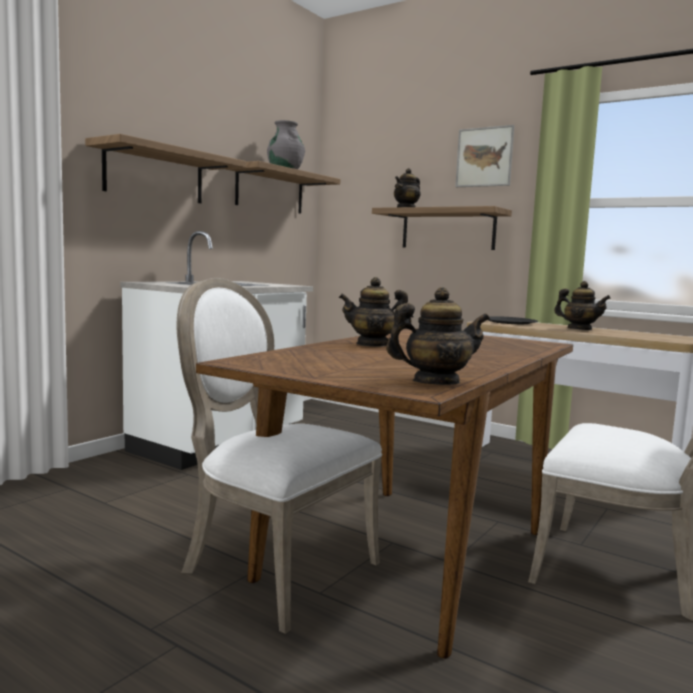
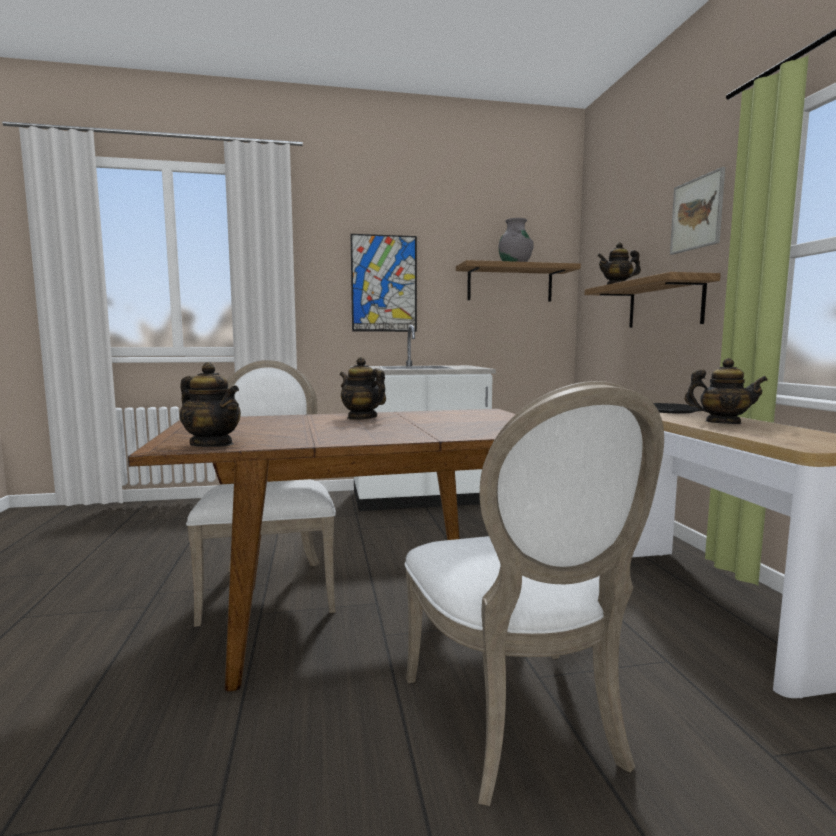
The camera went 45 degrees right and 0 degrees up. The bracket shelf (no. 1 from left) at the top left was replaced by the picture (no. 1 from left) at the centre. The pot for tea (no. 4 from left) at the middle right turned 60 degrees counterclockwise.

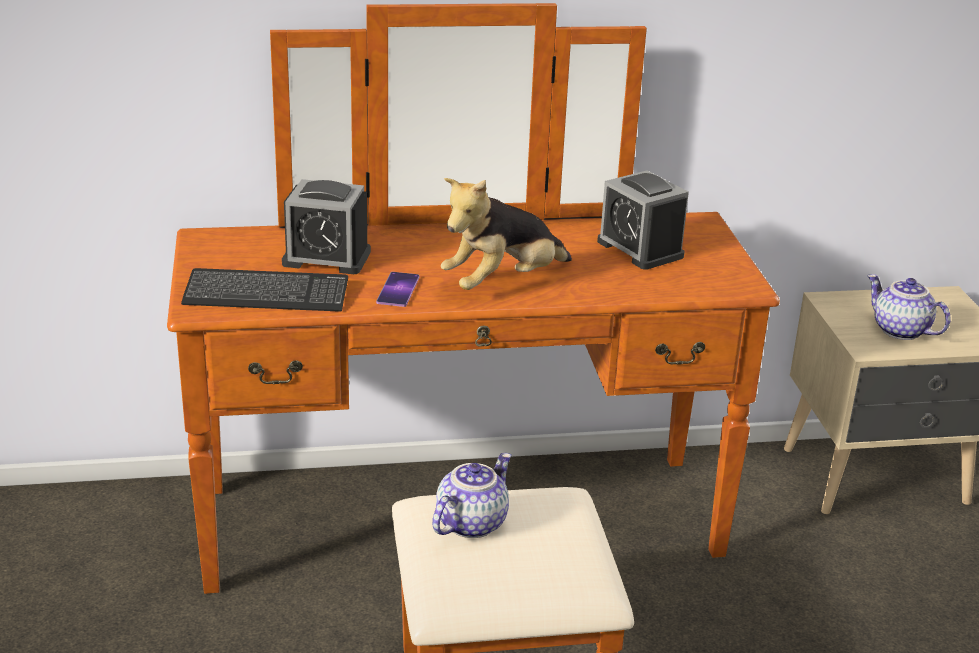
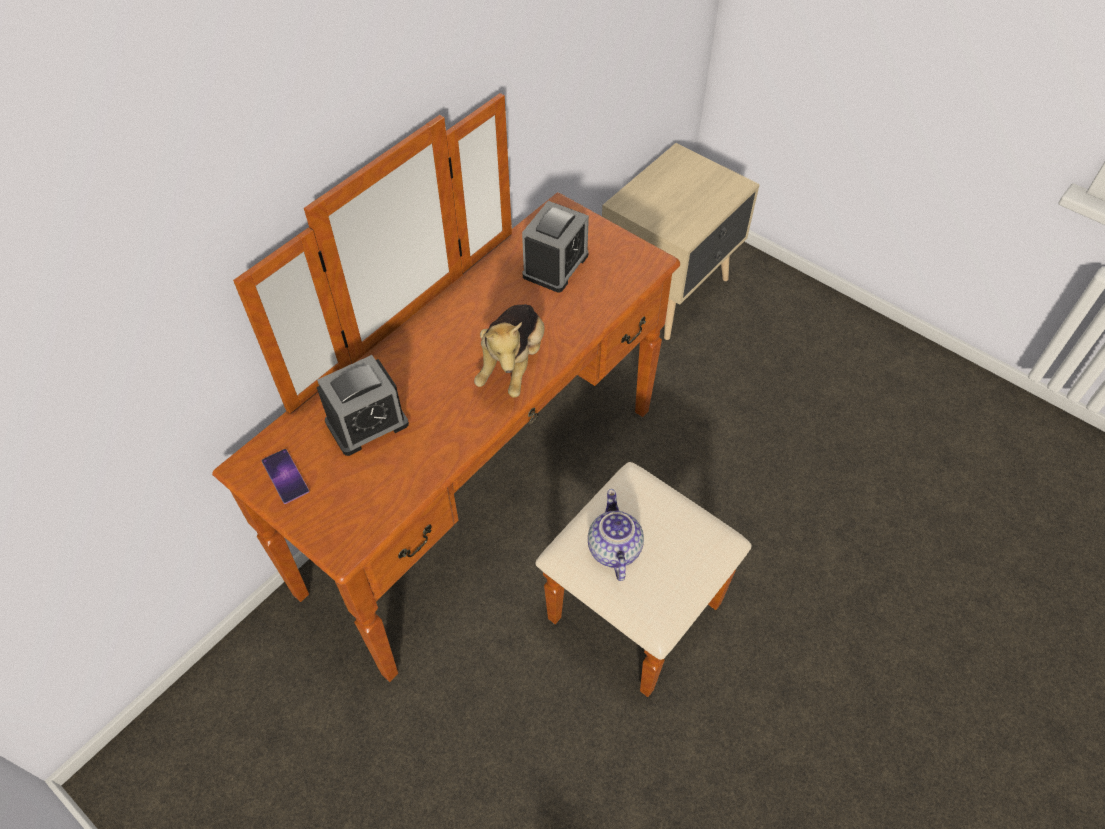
The camera went 40 degrees left and 25 degrees up. The bedside clock (no. 2 from left) at the centre turned 75 degrees counterclockwise. The keyboard at the middle left disappeared. The handset moved from the centre to the middle left. The pot for tea (no. 2 from left) at the middle right disappeared.

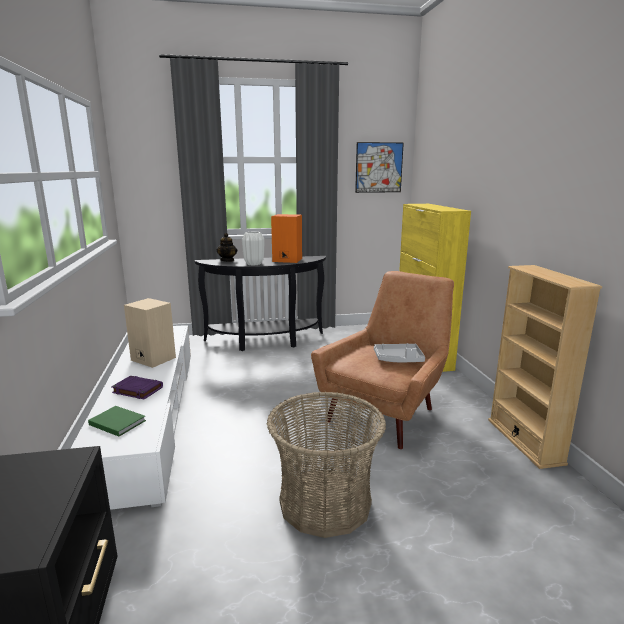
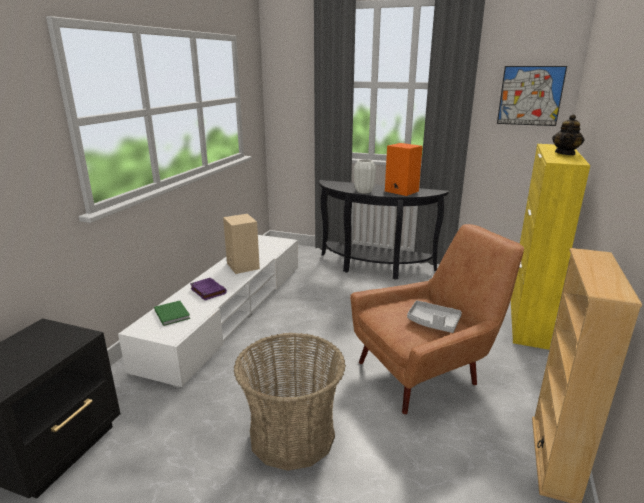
The camera went 30 degrees right and 5 degrees up. The pot for tea moved from the centre to the top right.

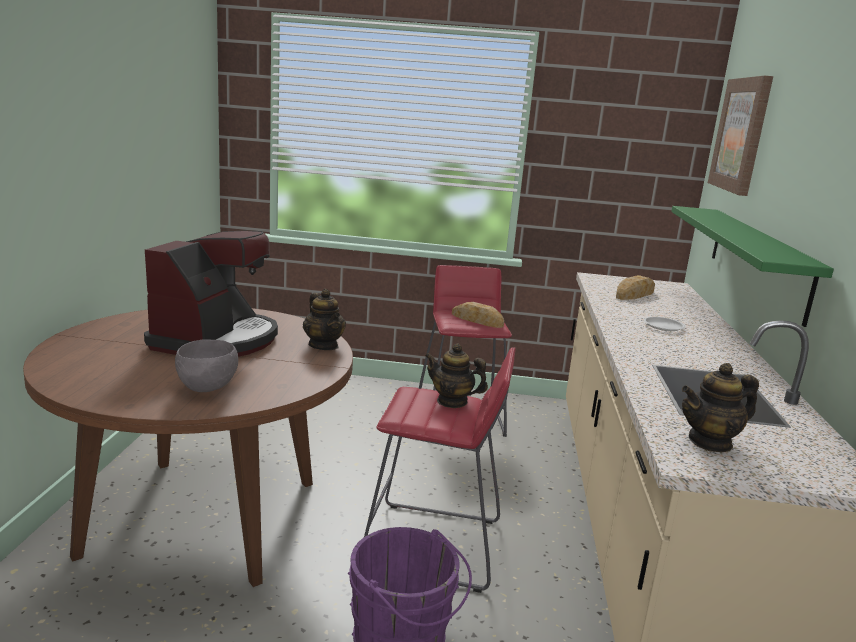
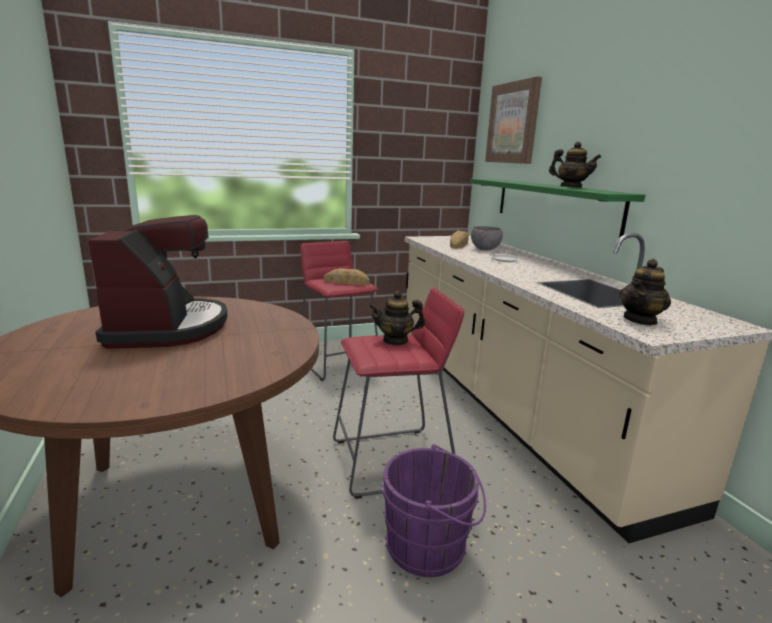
The camera went 25 degrees left and 0 degrees up. The pot for tea (no. 1 from left in the first image) moved from the centre to the top right. The greyish bowl moved from the middle left to the centre.

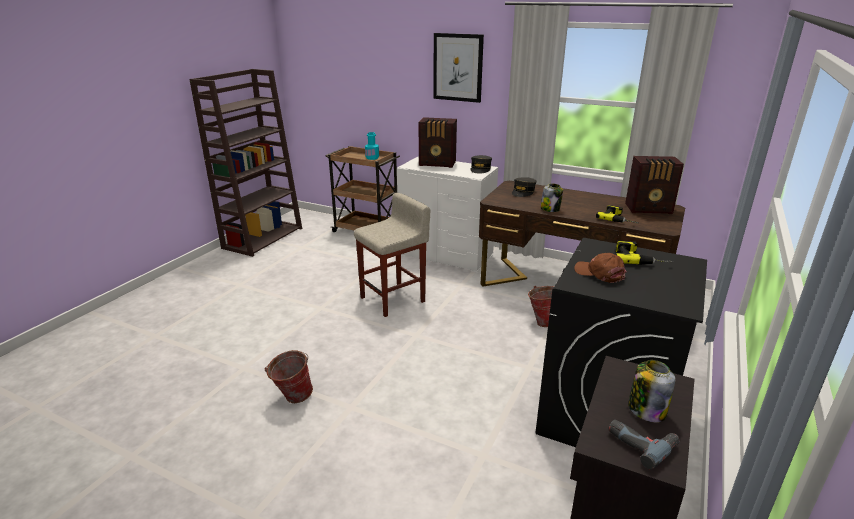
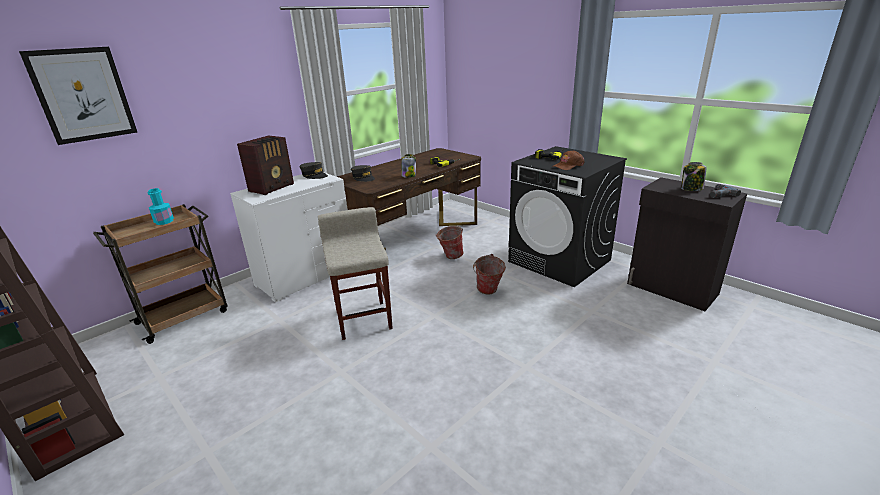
The camera went 70 degrees left and 0 degrees up. The picture moved from the top centre to the top left. The radio receiver (no. 2 from left) at the middle right disappeared. The water bucket (no. 1 from left in the first image) moved from the bottom centre to the centre.

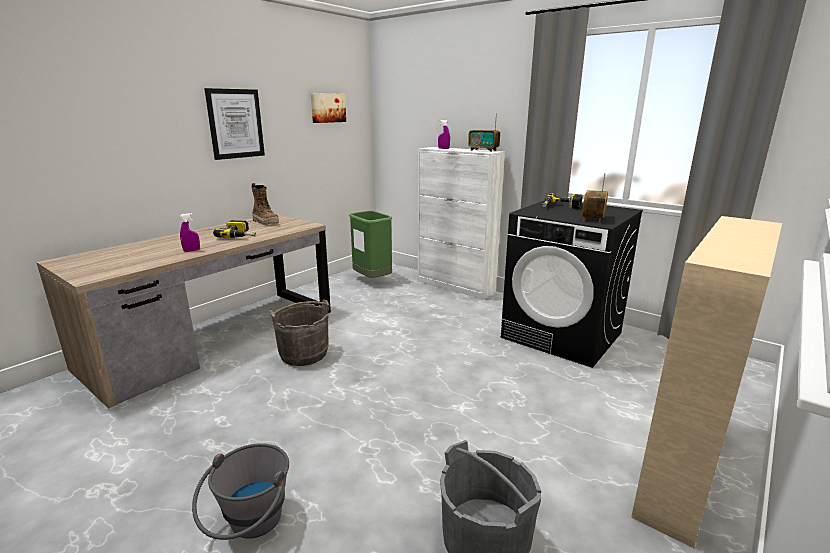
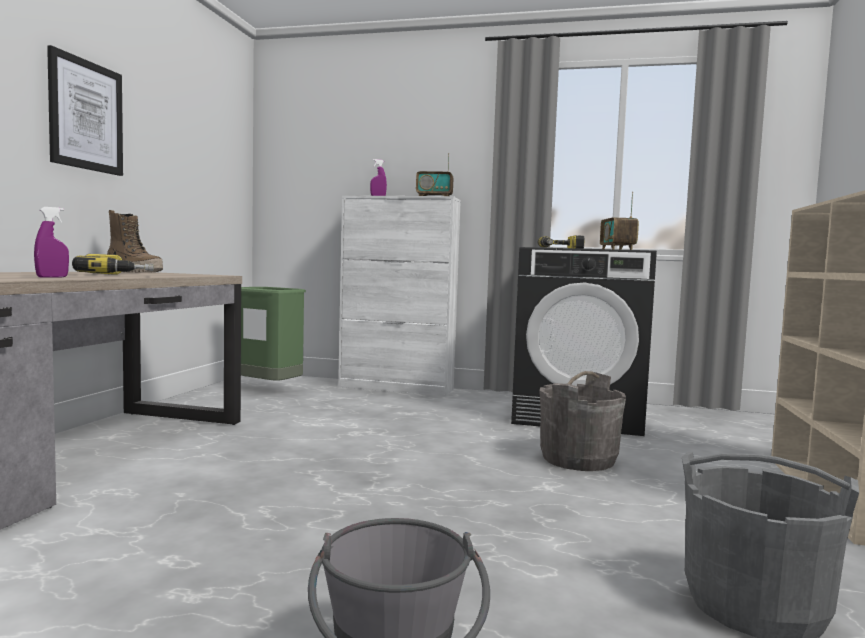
The camera went 25 degrees left and 15 degrees down. The picture (no. 2 from left) at the top centre disappeared. The greyish water bucket (no. 2 from left) moved from the centre to the middle right.

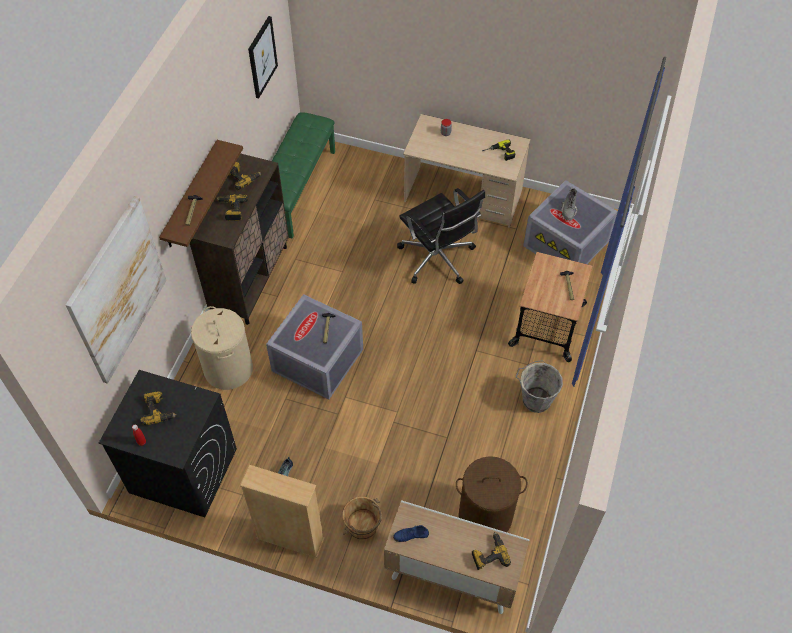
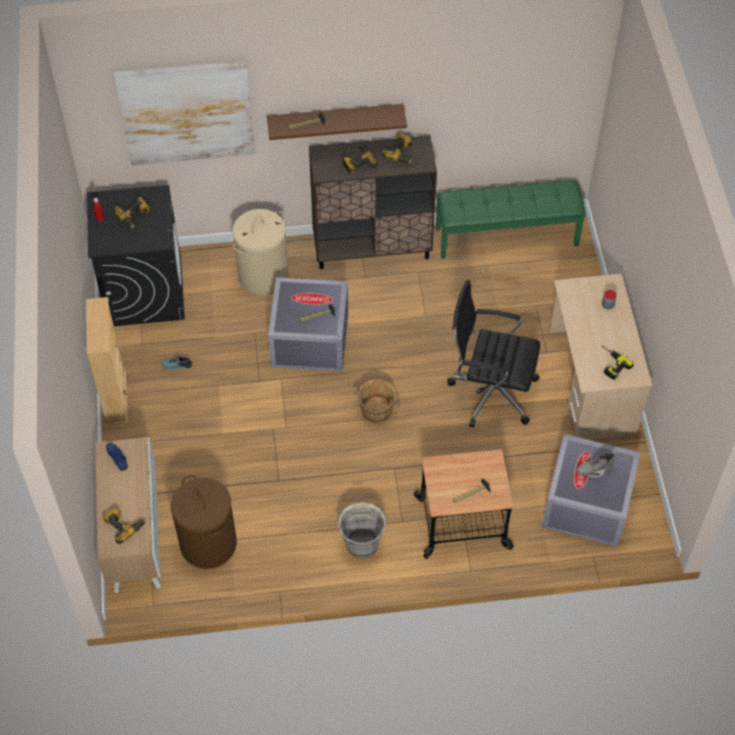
The camera went 65 degrees right and 0 degrees up. The picture (no. 2 from left) at the top left disappeared. The black desk chair at the centre turned 75 degrees clockwise. The brown-coloured water bucket moved from the bottom centre to the centre.

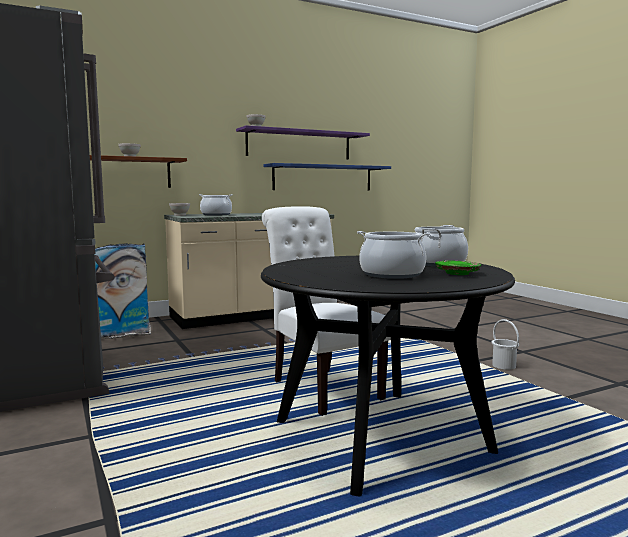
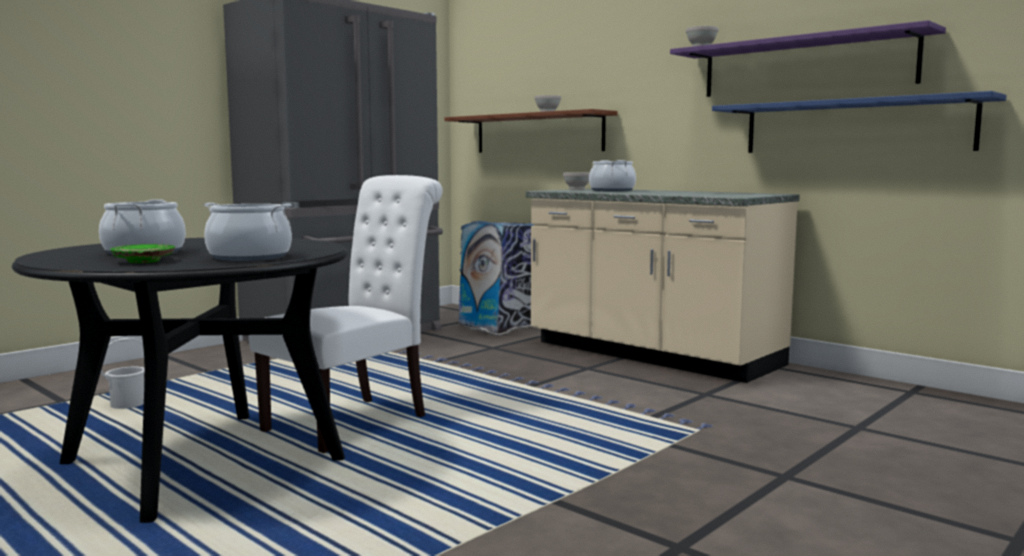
The camera went 70 degrees right and 0 degrees up. The white-coloured water bucket moved from the middle right to the bottom left.

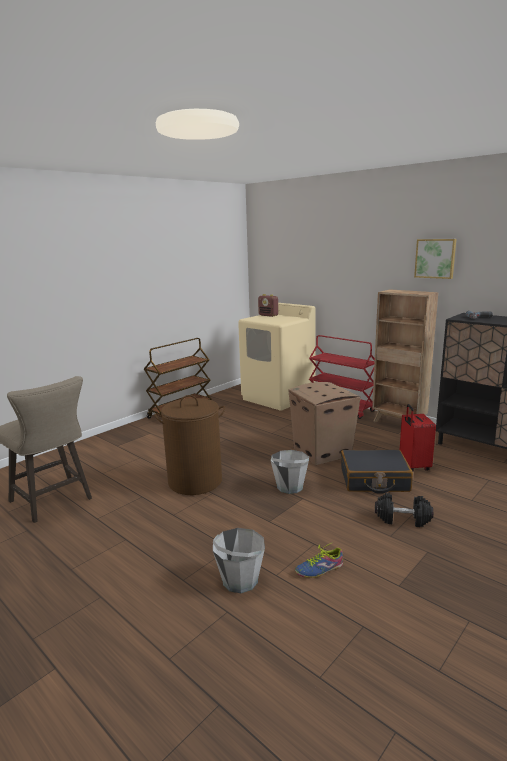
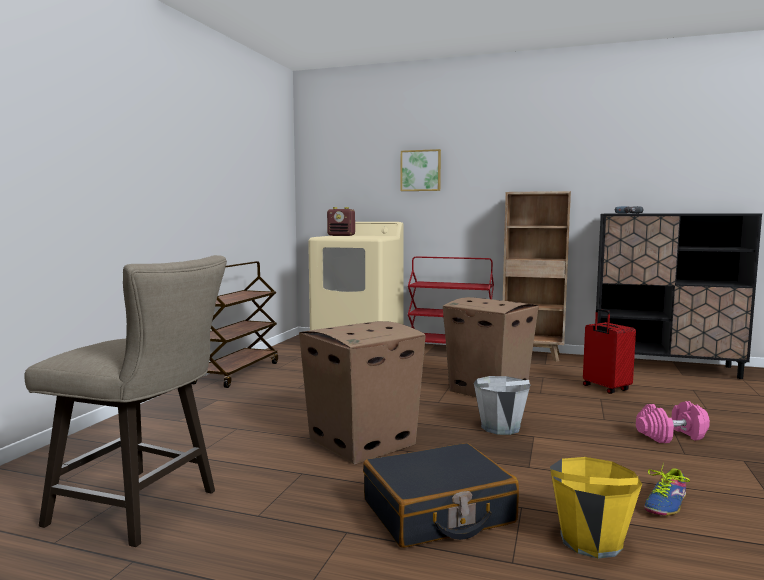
The camera went 25 degrees left and 10 degrees down. The picture moved from the middle right to the top centre. The brown-coloured laundry basket at the centre was replaced by the packing box (no. 1 from left) at the bottom centre. The black piece of luggage moved from the middle right to the bottom centre. The black hand weight at the bottom right became the pink hand weight at the bottom right. The greyish water bucket (no. 1 from left) at the bottom centre became the yellow-coloured water bucket at the bottom right.

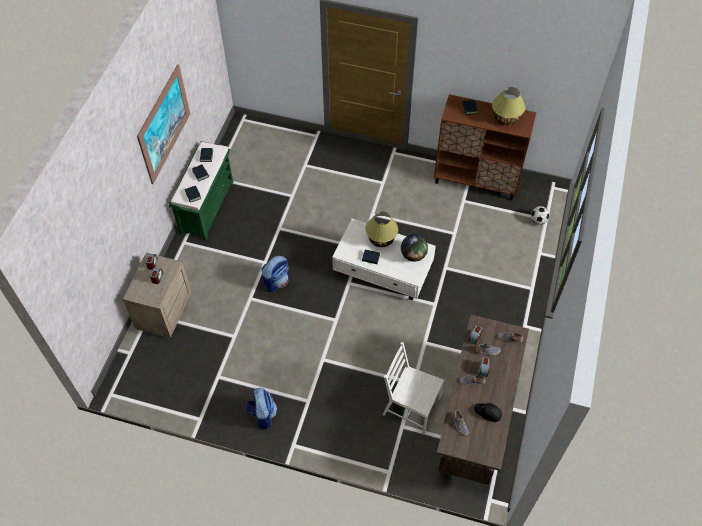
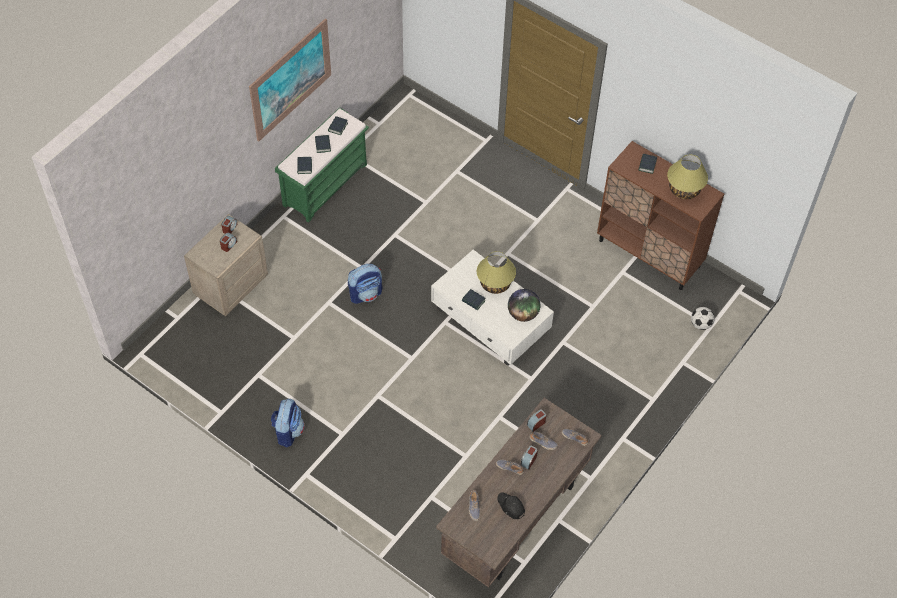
The camera went 20 degrees right and 0 degrees up. The white-coloured upright chair at the bottom centre disappeared.

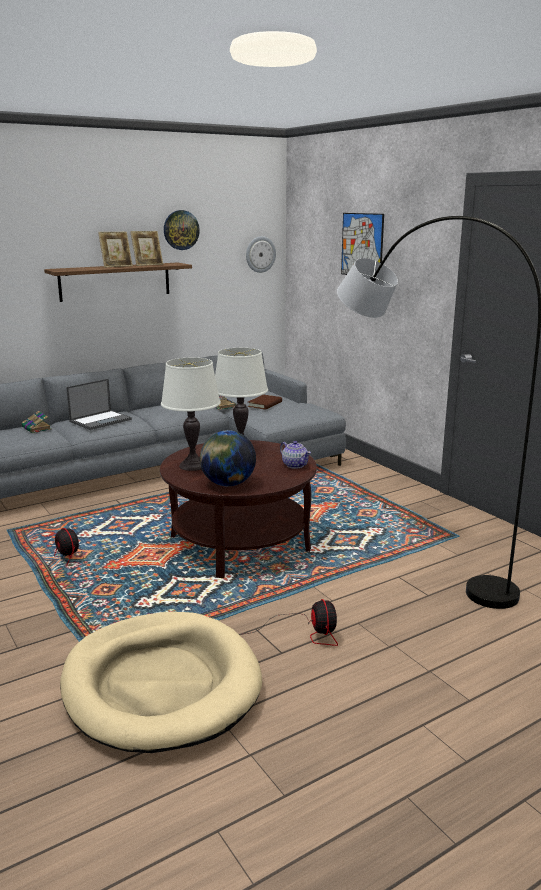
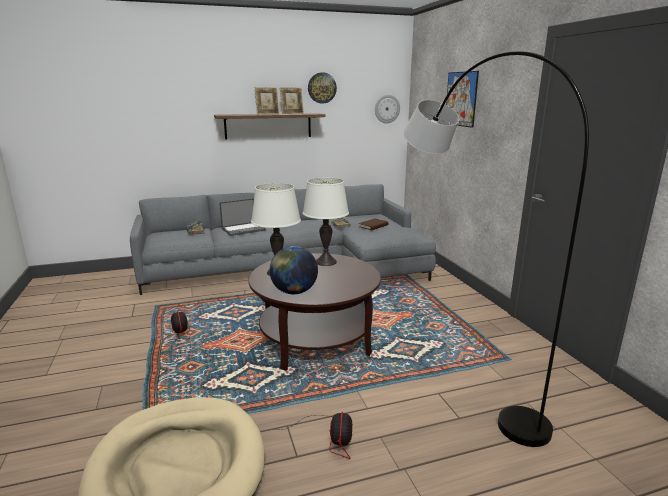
The camera went 15 degrees right and 0 degrees up. The pot for tea at the centre disappeared.

